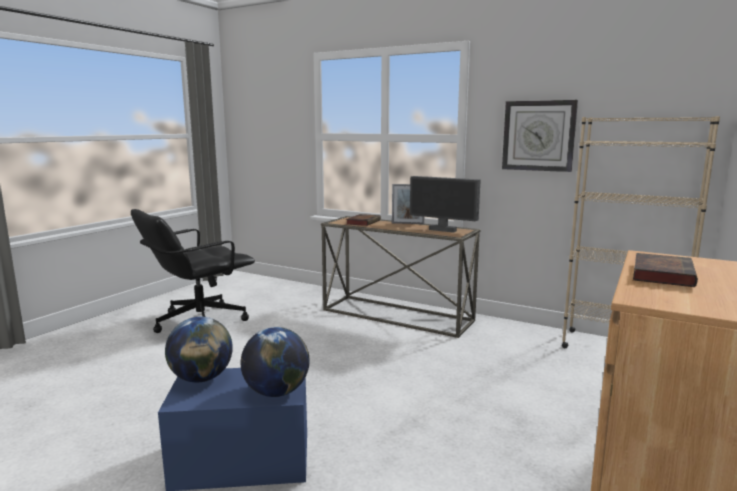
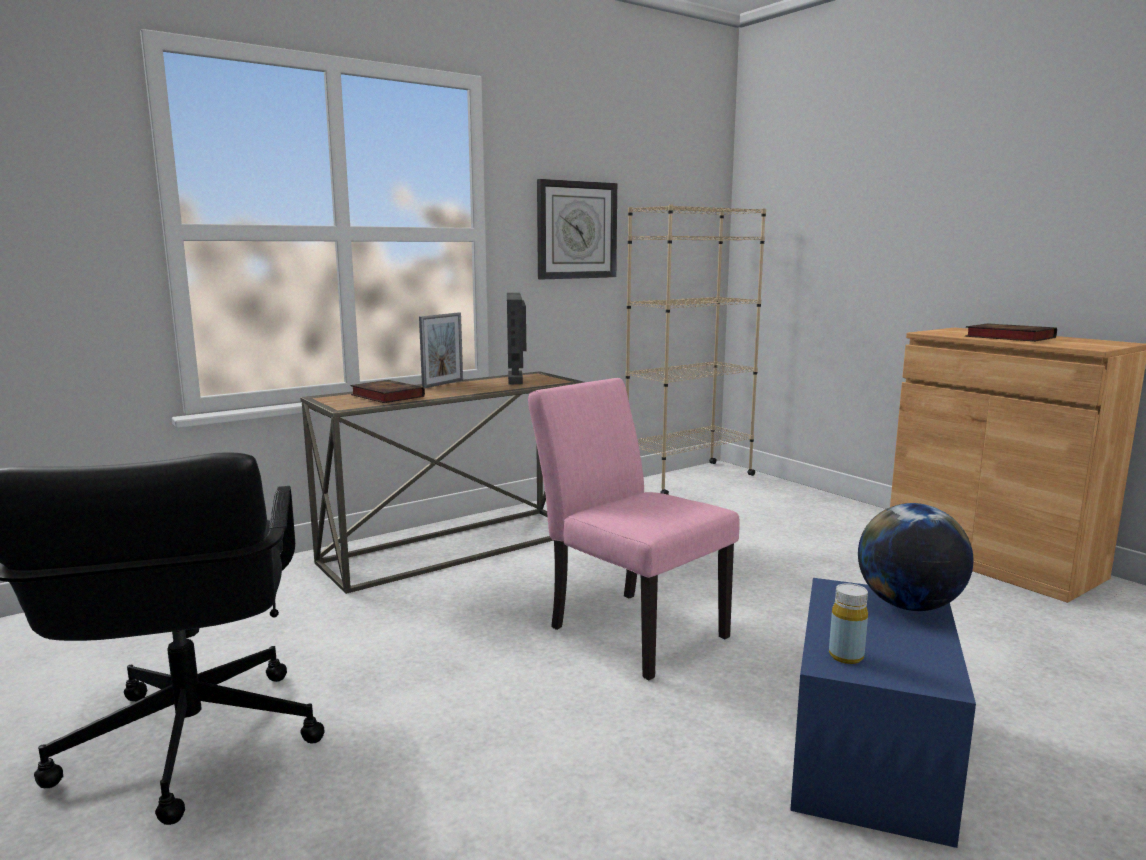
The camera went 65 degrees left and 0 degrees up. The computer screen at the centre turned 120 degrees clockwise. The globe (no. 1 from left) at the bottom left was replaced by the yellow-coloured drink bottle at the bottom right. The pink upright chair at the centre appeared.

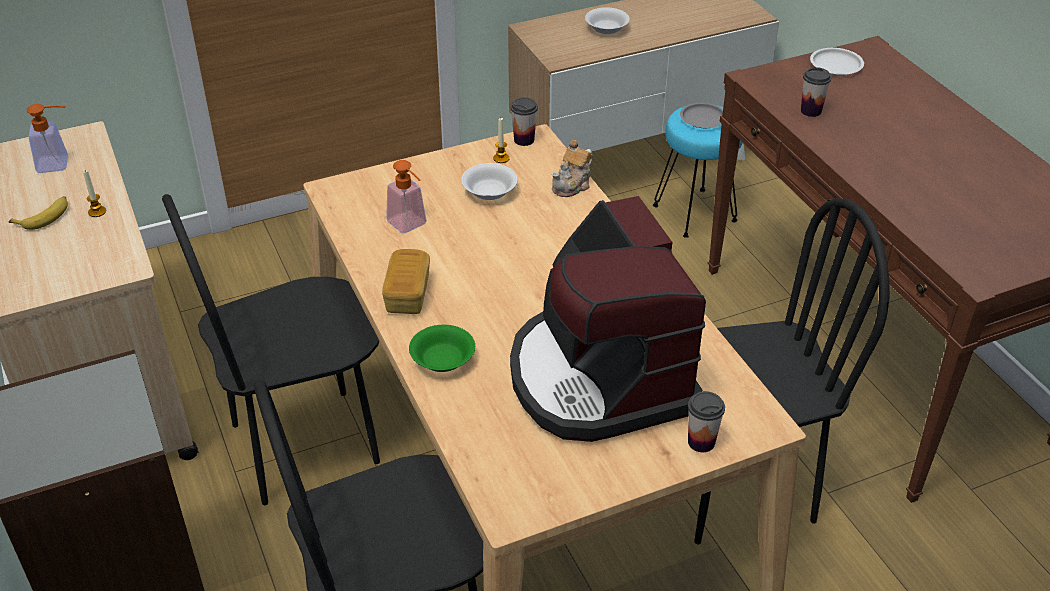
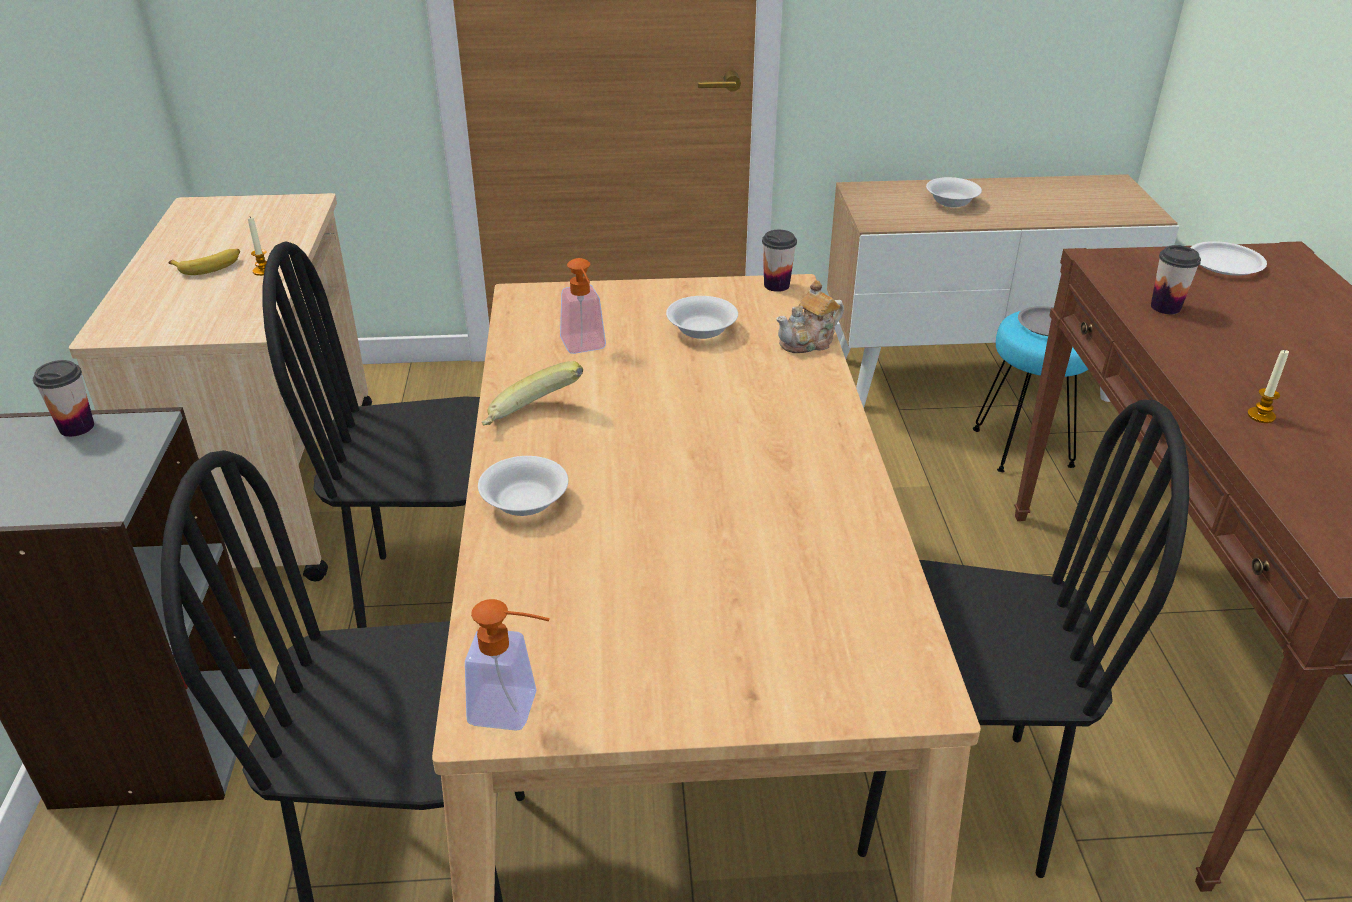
The camera went 20 degrees right and 5 degrees down. The soap dispenser (no. 1 from left) moved from the top left to the bottom centre. The wax candle (no. 2 from left) moved from the top centre to the middle right. The coffee machine at the centre disappeared. The bread at the centre was replaced by the banana (no. 2 from left) at the centre. The greenish bowl at the centre became the white-coloured bowl (no. 1 from left) at the centre. The drinking cup (no. 2 from left in the first image) moved from the bottom right to the middle left.

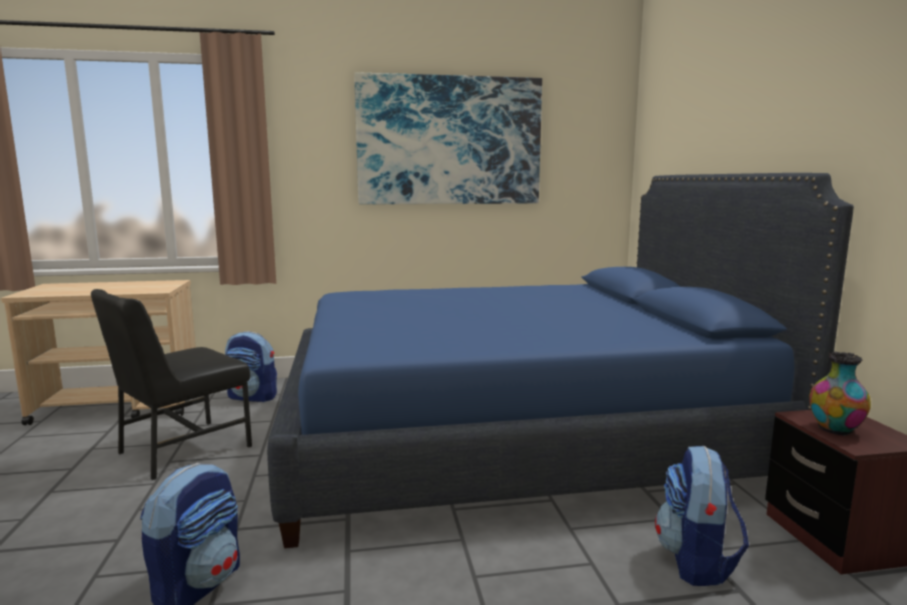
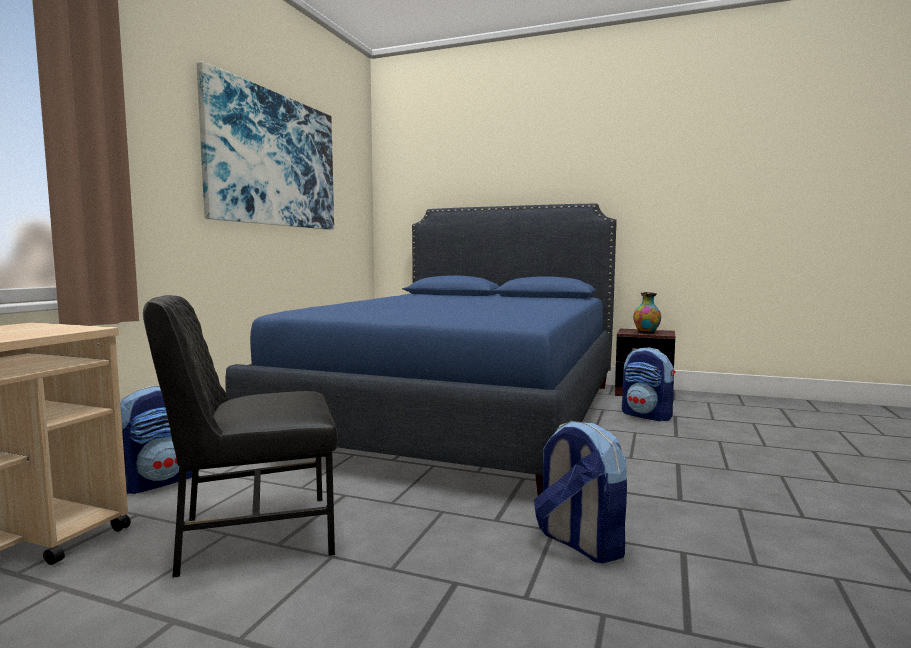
The camera went 60 degrees left and 5 degrees down. The black upright chair at the middle left turned 90 degrees clockwise.

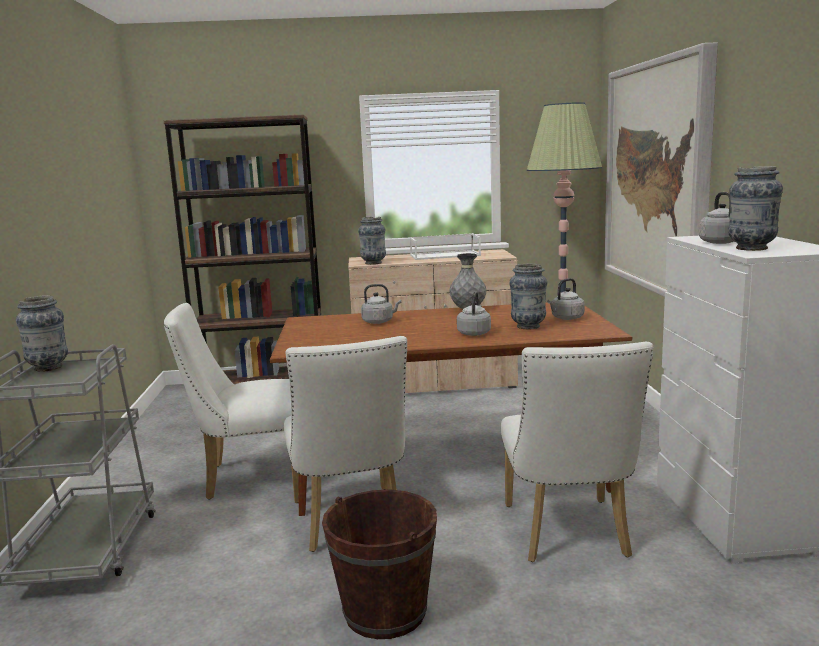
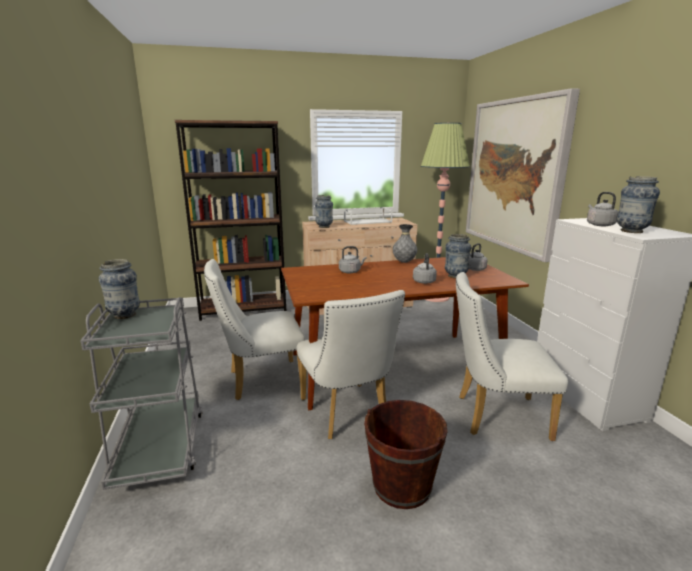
The camera went 10 degrees left and 5 degrees up. The white-coloured upright chair (no. 3 from left) at the bottom right turned 105 degrees clockwise.

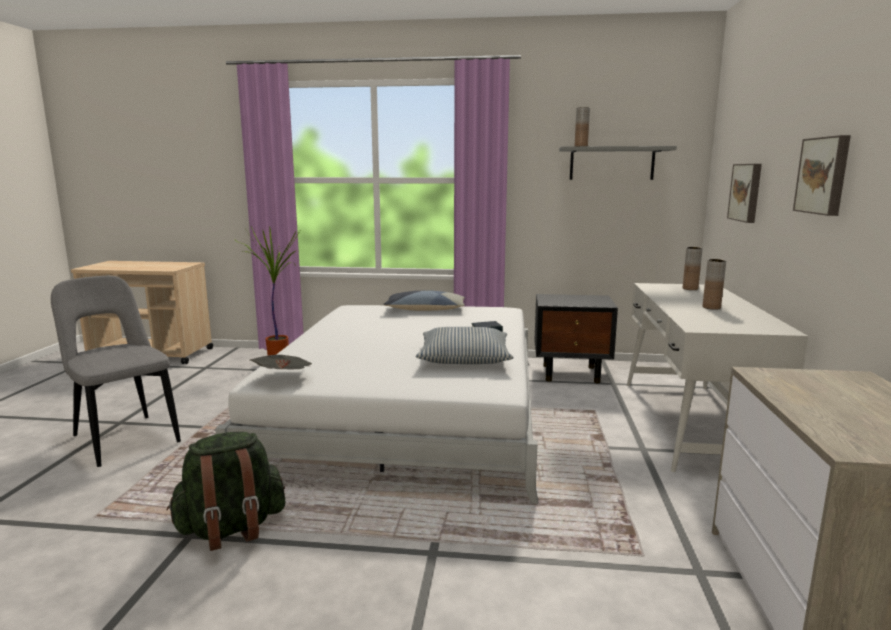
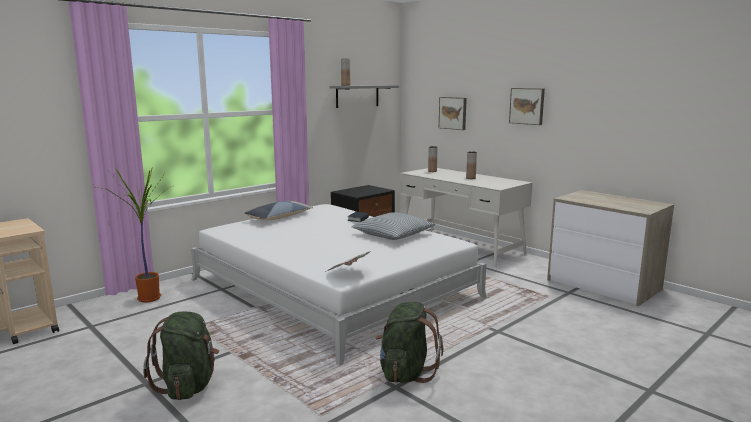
The camera went 50 degrees left and 0 degrees up. The greyish upright chair at the middle left was replaced by the greenish knapsack (no. 1 from left) at the bottom left.

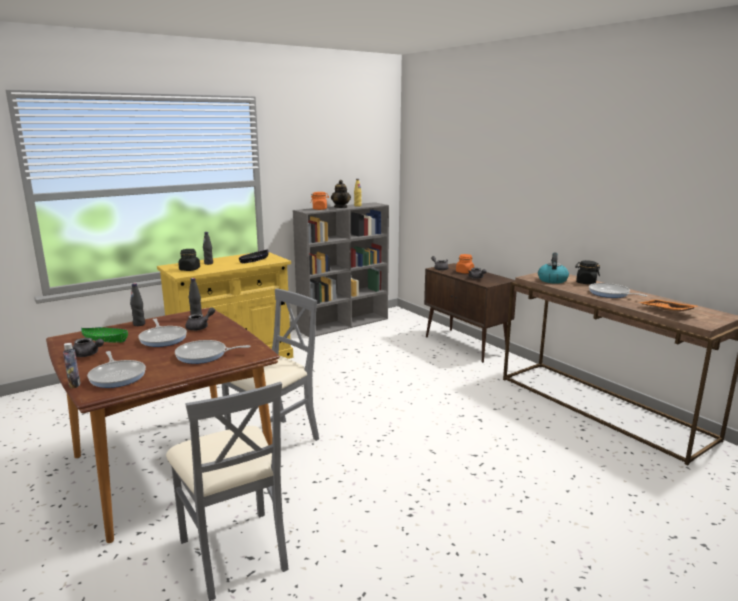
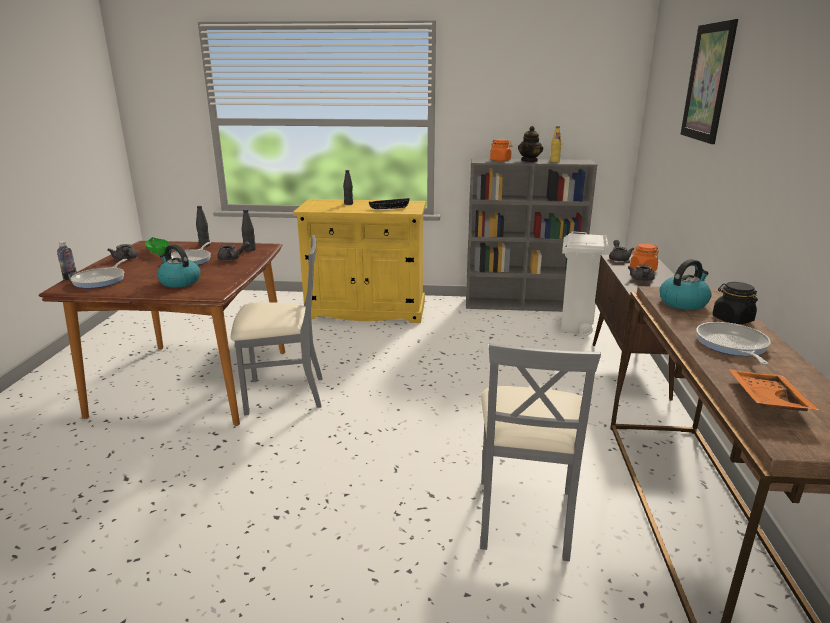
The camera went 40 degrees right and 5 degrees up. The black storage jar (no. 1 from left) at the middle left disappeared. The skillet (no. 3 from left) at the middle left was replaced by the water kettle (no. 1 from left) at the middle left. The greyish upright chair (no. 1 from left in the first image) moved from the bottom left to the bottom centre. The picture at the top right appeared. The white-coloured trash can at the middle right appeared.

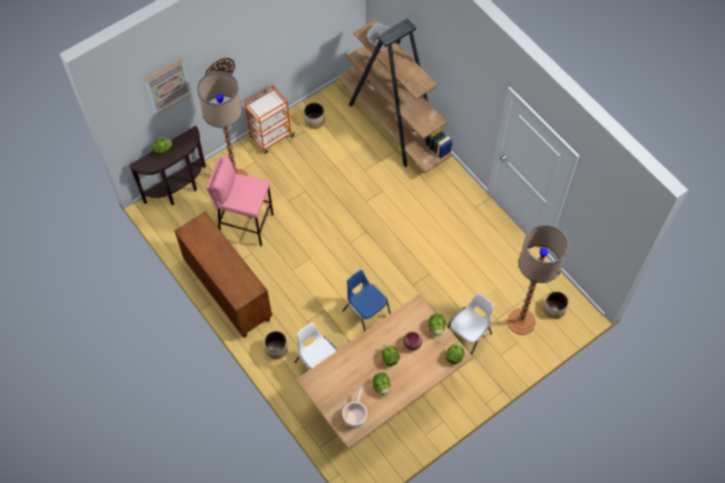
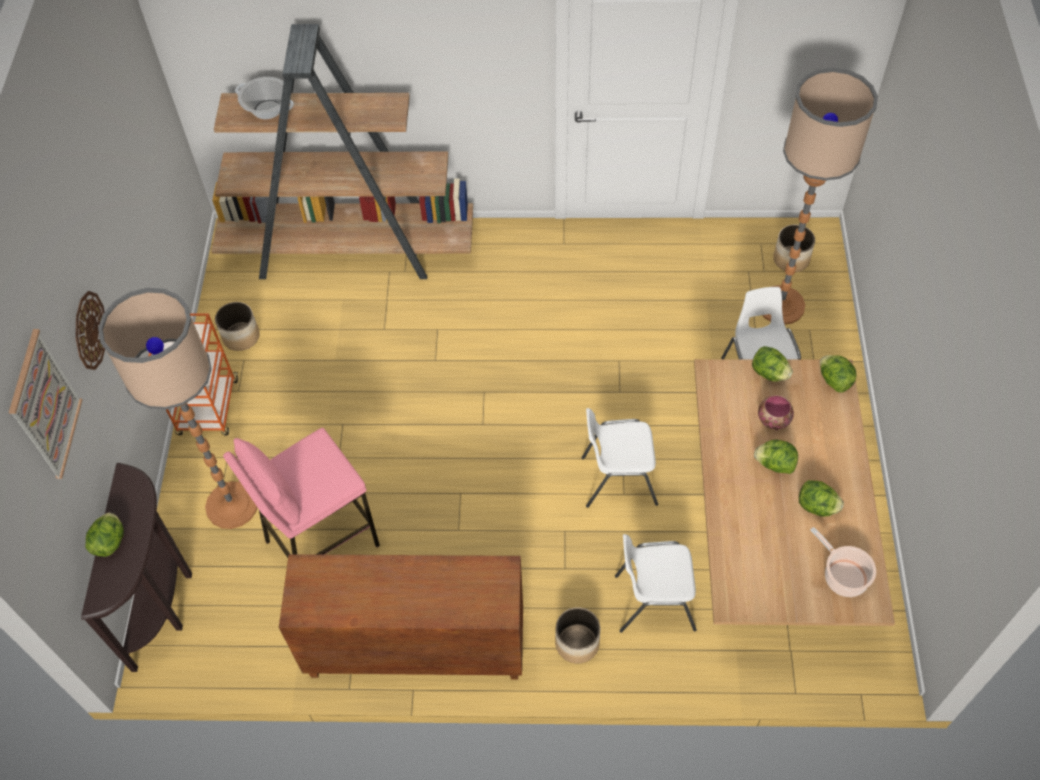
The camera went 50 degrees left and 5 degrees down. The blue-coloured upright chair at the centre became the white-coloured upright chair (no. 1 from left) at the centre.

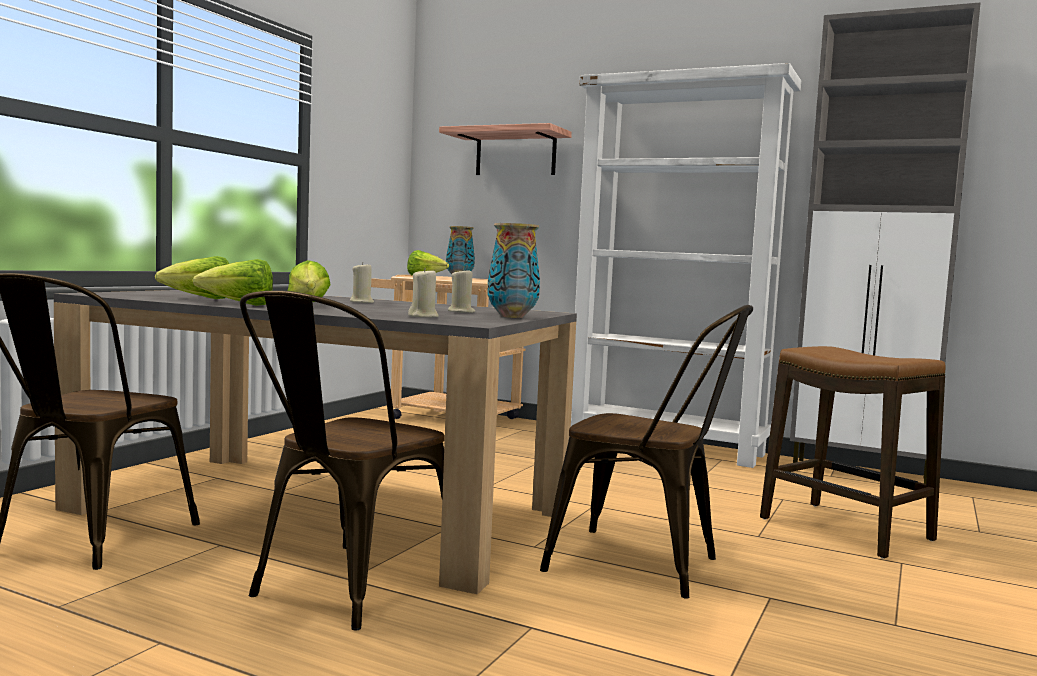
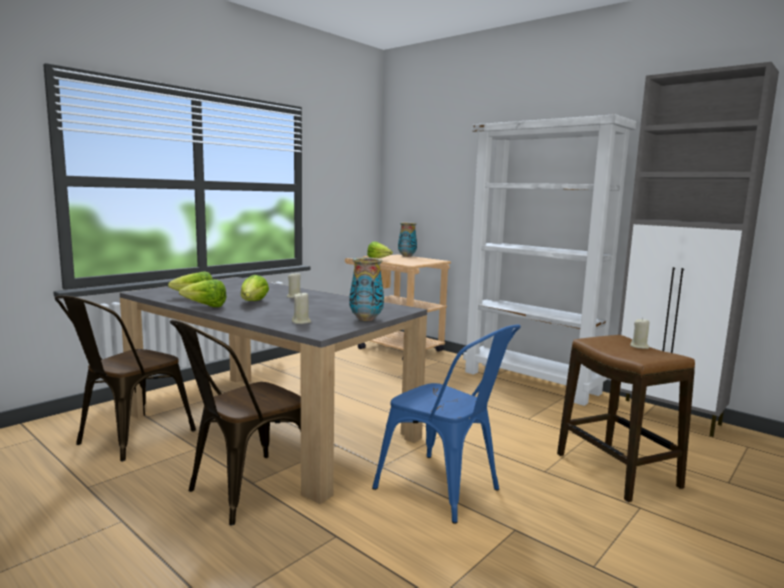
The camera went 15 degrees right and 5 degrees up. The bracket shelf at the top centre disappeared. The sand-coloured wax candle (no. 3 from left) moved from the centre to the middle right. The brown-coloured upright chair (no. 3 from left) at the bottom centre became the blue-coloured upright chair at the bottom centre.

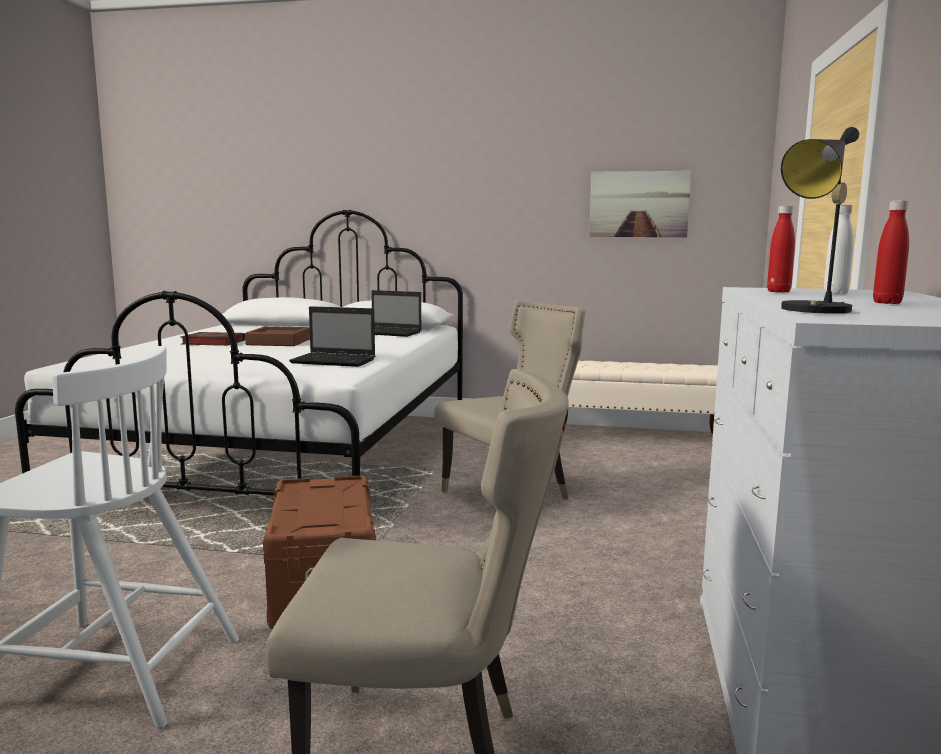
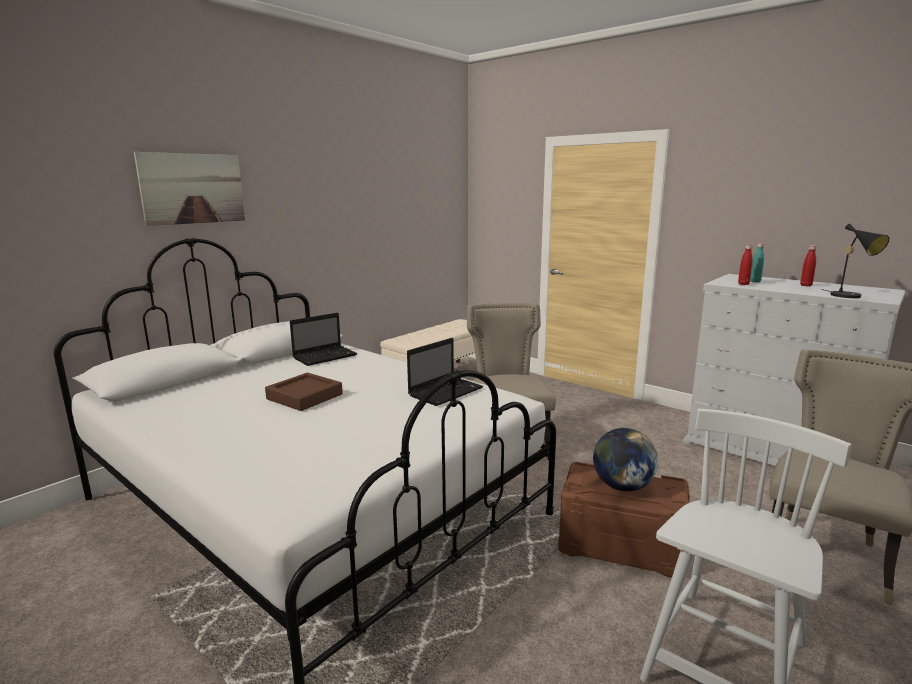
The camera went 60 degrees left and 5 degrees up. The picture moved from the top right to the top left. The white-coloured drink bottle at the top right became the turquoise-coloured drink bottle at the middle right. The bound book at the middle left disappeared. The globe at the bottom right appeared.

